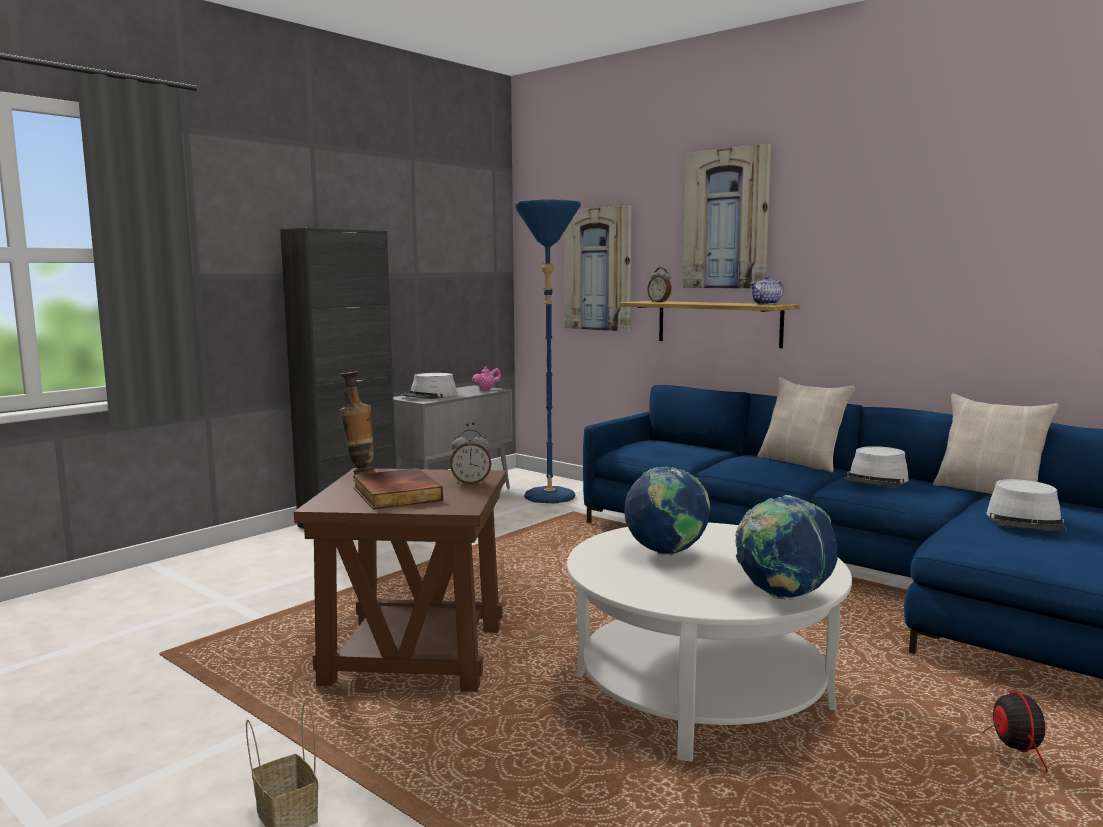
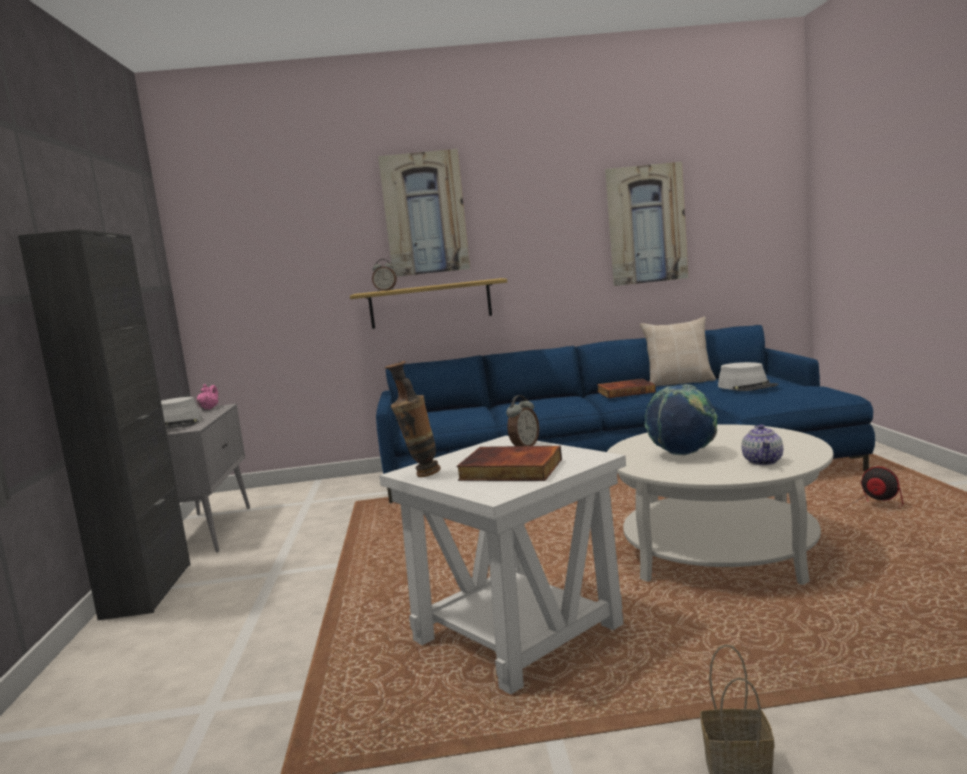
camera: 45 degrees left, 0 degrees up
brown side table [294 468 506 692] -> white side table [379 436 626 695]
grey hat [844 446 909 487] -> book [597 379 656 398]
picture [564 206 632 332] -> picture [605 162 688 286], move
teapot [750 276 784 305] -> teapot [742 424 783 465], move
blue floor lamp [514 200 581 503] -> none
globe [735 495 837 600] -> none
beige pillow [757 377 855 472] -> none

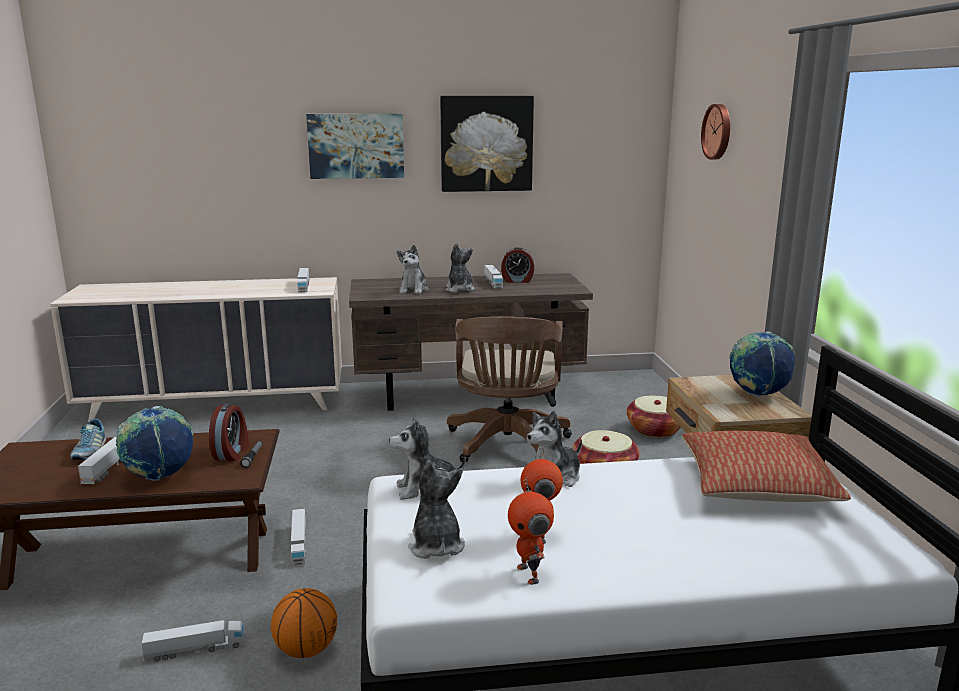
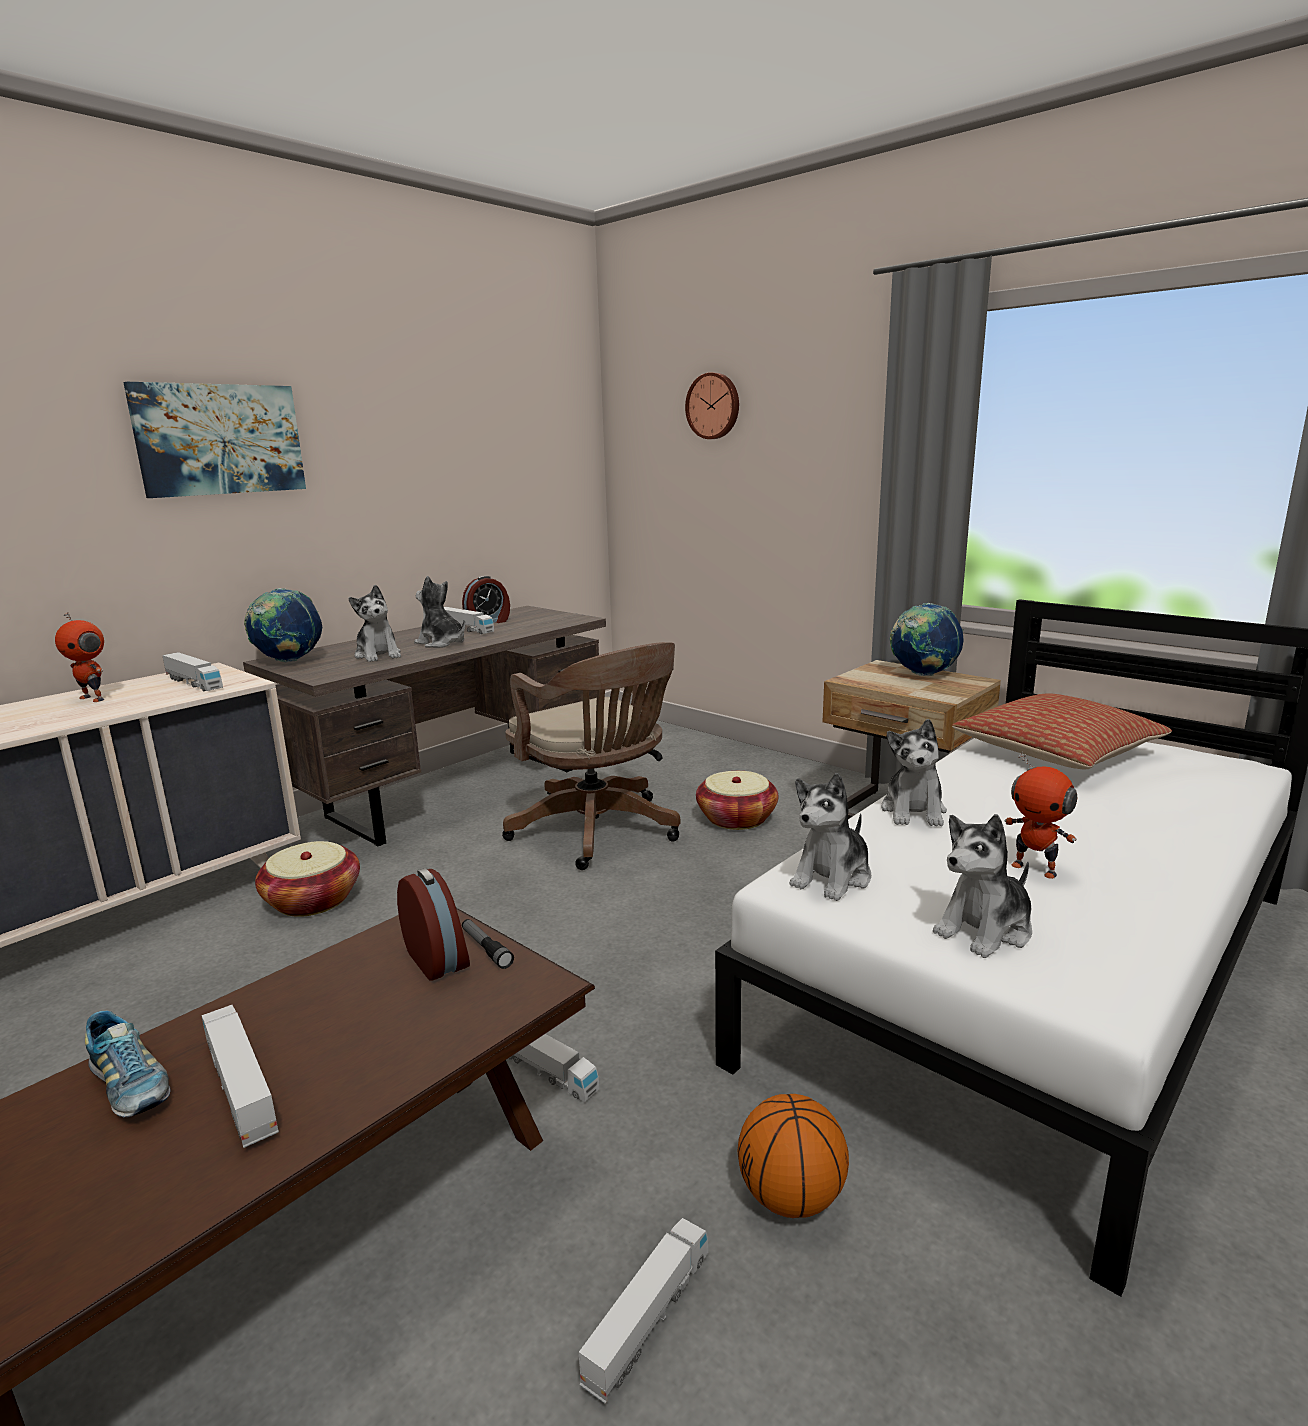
camera: 40 degrees left, 0 degrees up
toy robot [508 477 554 585] -> toy robot [55 612 104 702], move
globe [116 406 193 481] -> globe [244 588 322 662], move
basket [627 396 681 438] -> basket [255 841 360 917], move
plush toy [408 460 465 559] -> plush toy [933 814 1032 958], 75 degrees counterclockwise
picture [440 96 534 192] -> none

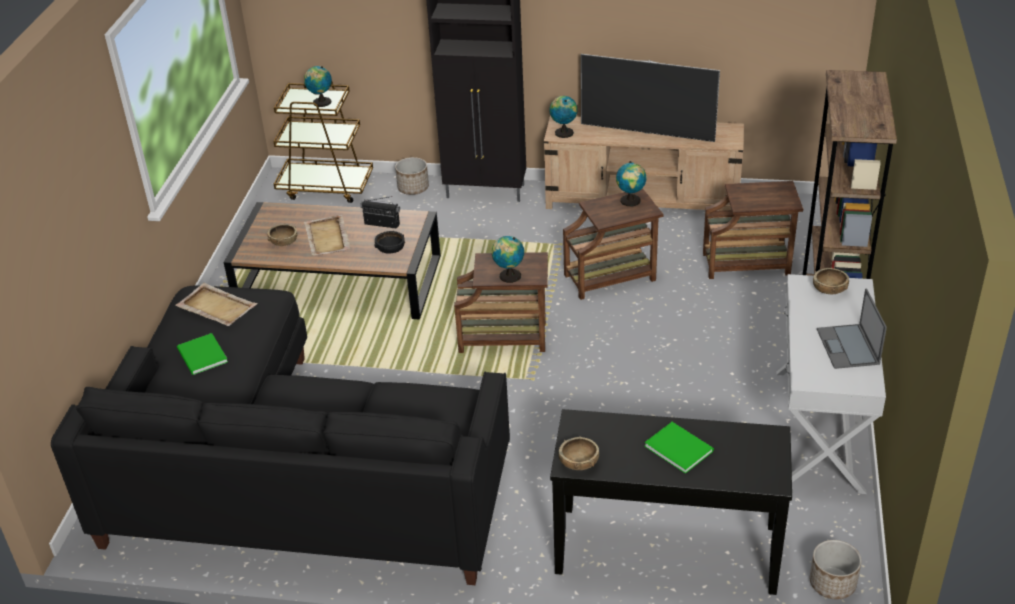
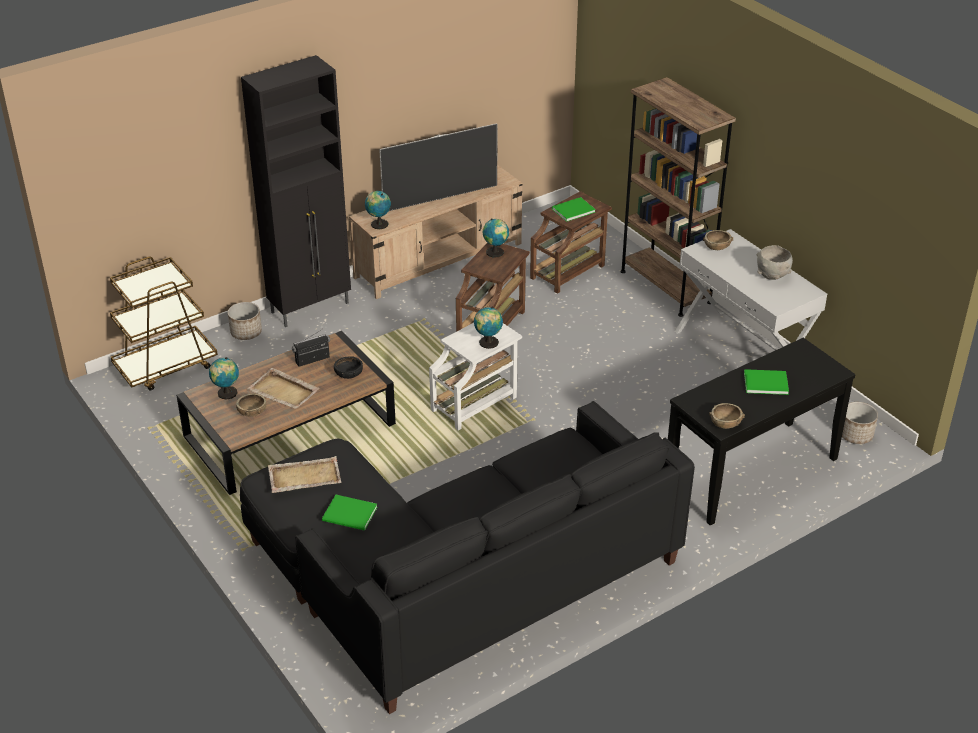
camera: 45 degrees left, 0 degrees up
globe [304 66 332 107] -> globe [209 357 239 399], move
brown side table [454 252 548 353] -> white side table [429 323 522 431]
none -> green book [552 197 596 222]
laptop [817 288 887 369] -> grey bowl [756 245 793 280]

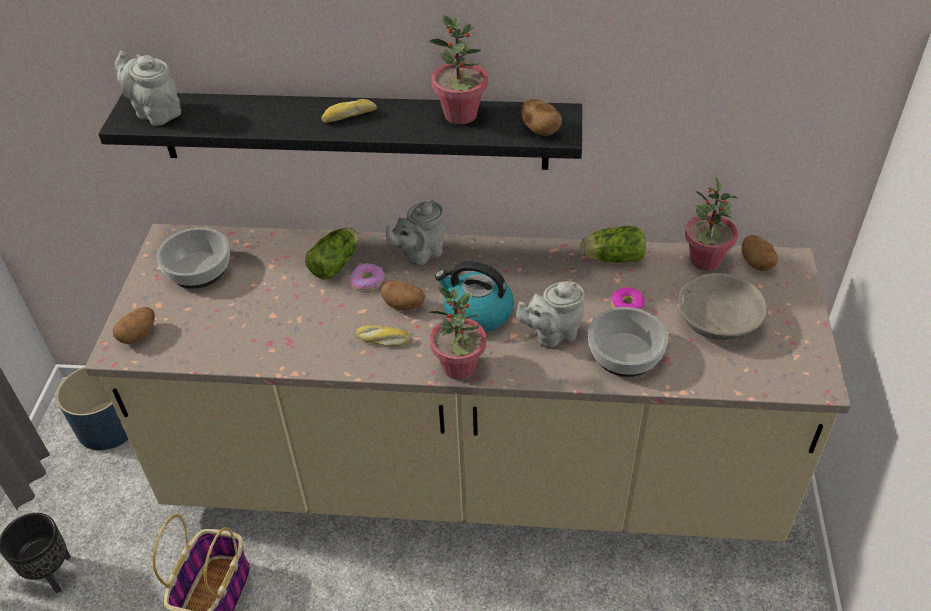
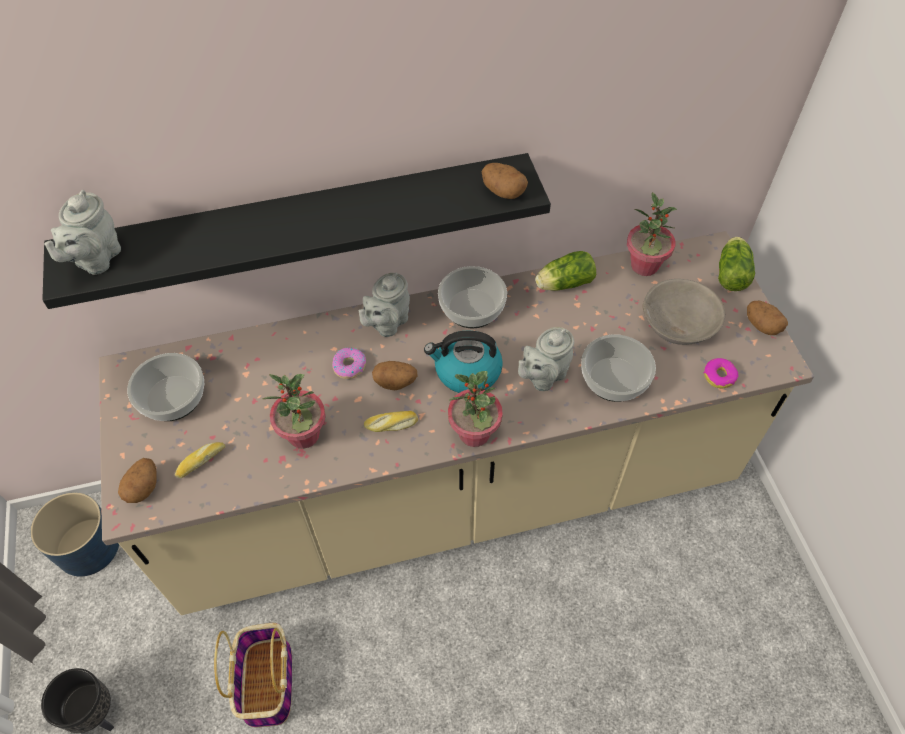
camera: 20 degrees left, 10 degrees up
grey teapot [115 51 181 126] -> grey teapot [44 190 121 275], 90 degrees counterclockwise
bread [321 99 377 123] -> bread [175 442 225 478], move
potted plant [429 15 488 124] -> potted plant [262 374 326 449], move
none -> bowl [438 266 507 329]
donut [611 287 645 310] -> donut [704 358 738 388], move
lettuce [305 227 358 279] -> lettuce [718 237 755 291], move
potato [742 235 778 271] -> potato [747 301 788 335], move

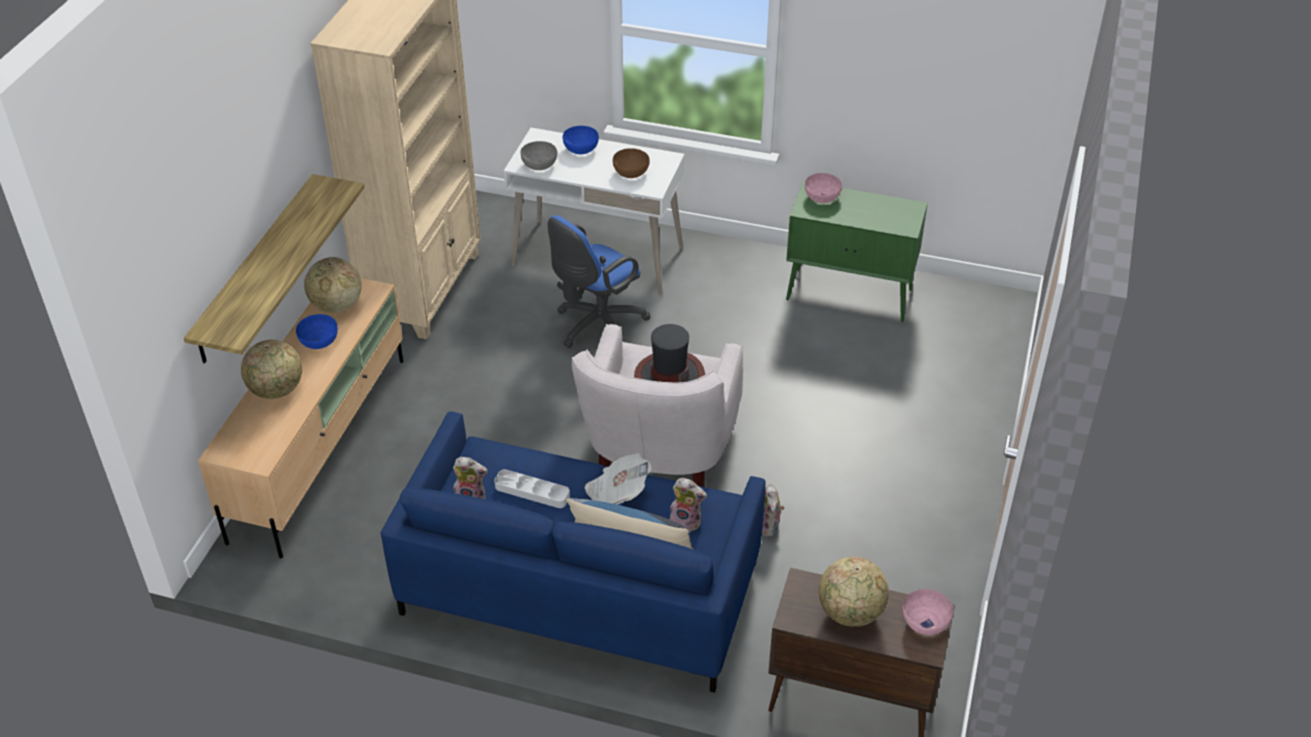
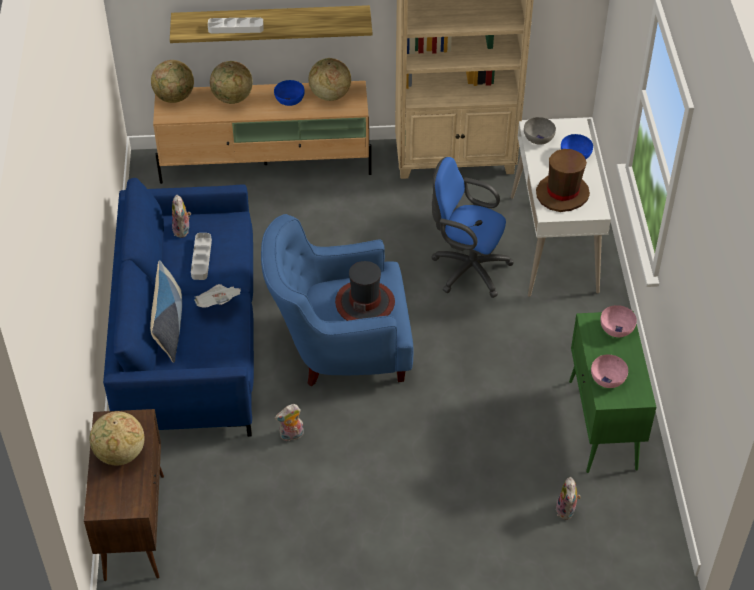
camera: 70 degrees right, 5 degrees up
none -> globe [151 60 194 103]
none -> white tray [208 17 264 33]
white armchair [572 324 743 487] -> blue armchair [261 214 413 386]
brown bowl [613 148 649 178] -> brown hat [536 149 590 212]
plush toy [670 478 707 533] -> plush toy [556 477 581 520], move
pink bowl [903 589 953 635] -> pink bowl [591 354 628 388], move

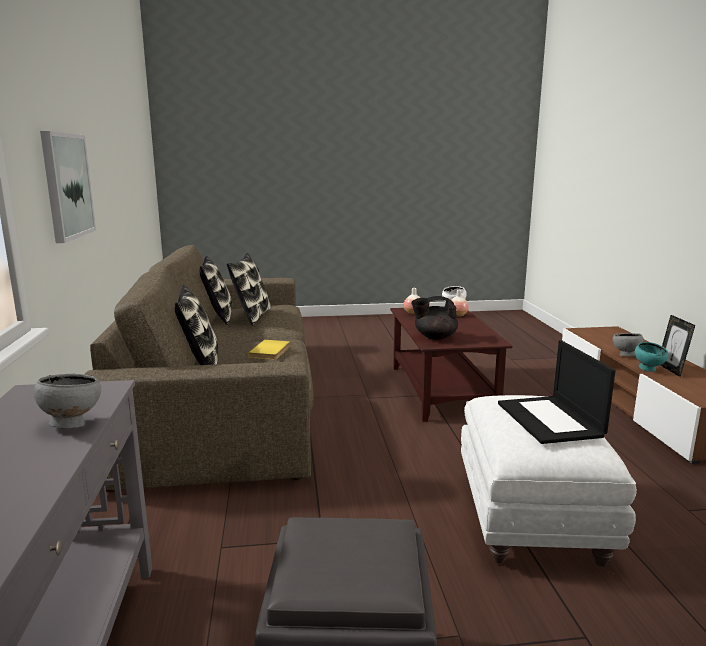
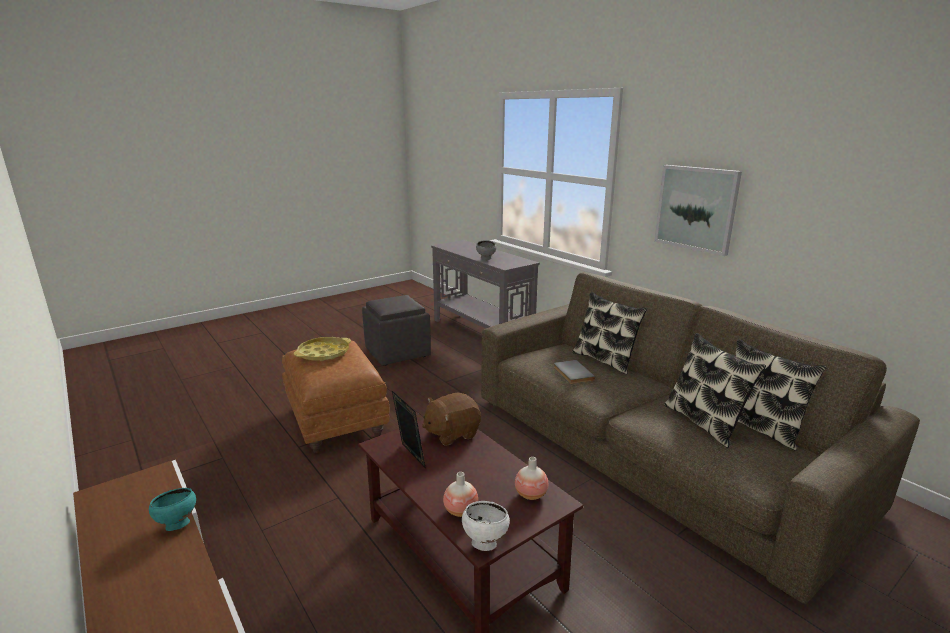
camera: 150 degrees right, 5 degrees up
white ottoman [461 395 637 567] -> brown ottoman [282 341 390 453]
laptop [498 340 615 444] -> yellow tray [294 337 351 361]
picture frame [660 315 695 377] -> picture frame [392 391 425 467], move
black teapot [411 296 458 340] -> brown plush toy [422 392 481 446]
yellow book [248 340 290 360] -> grey book [554 360 595 384]
grey bowl [612 333 644 356] -> none

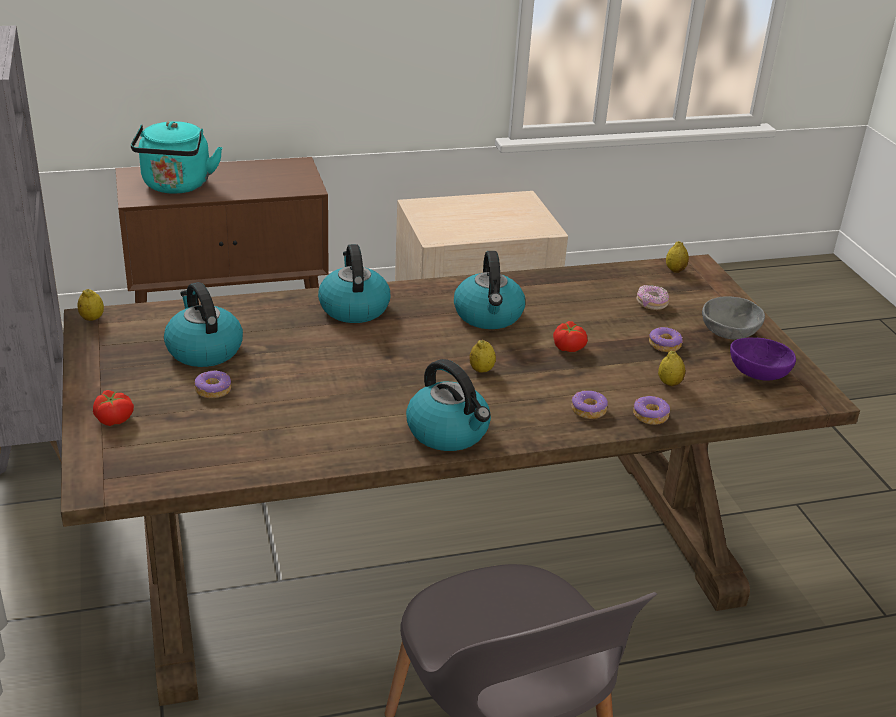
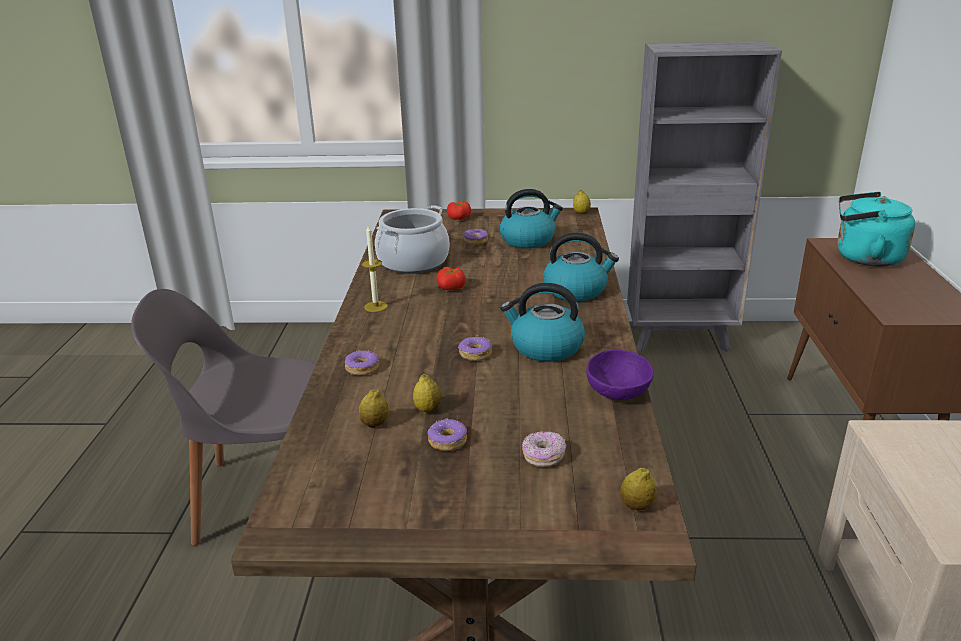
camera: 110 degrees right, 5 degrees down
kettle [406 359 491 451] -> candle [362 226 388 312]
none -> cooking pot [375 205 449 274]
lemon [470 340 496 373] -> lemon [413 374 441 413], move
tomato [553 321 588 352] -> tomato [437 267 466 290], move
donut [633 396 670 425] -> donut [458 336 492 361], move
purple bowl [730 338 796 381] -> purple bowl [586 350 654 400], move
grey bowl [702 296 765 340] -> none

